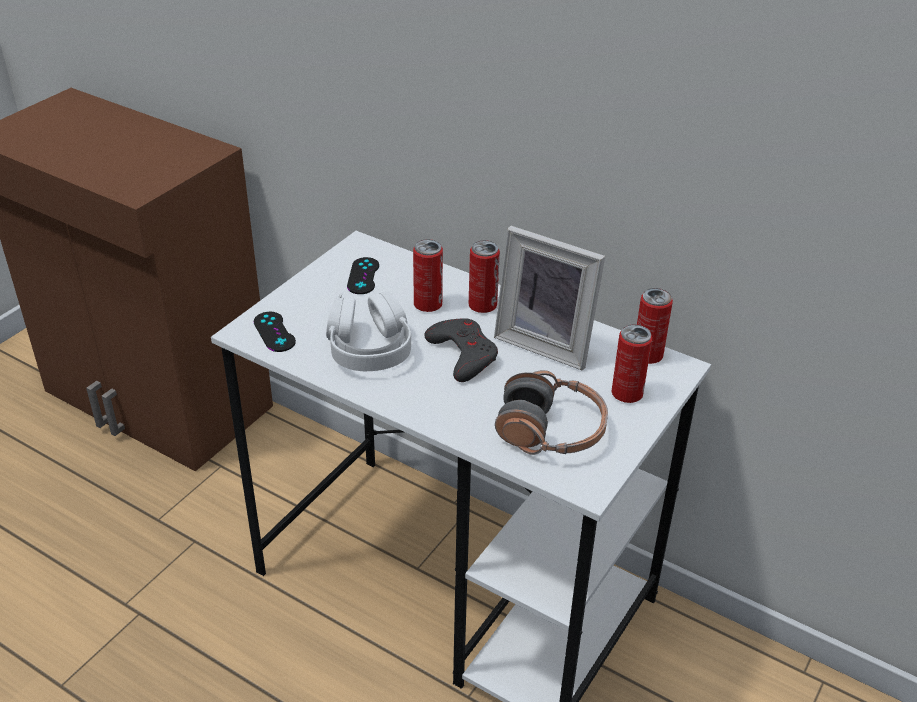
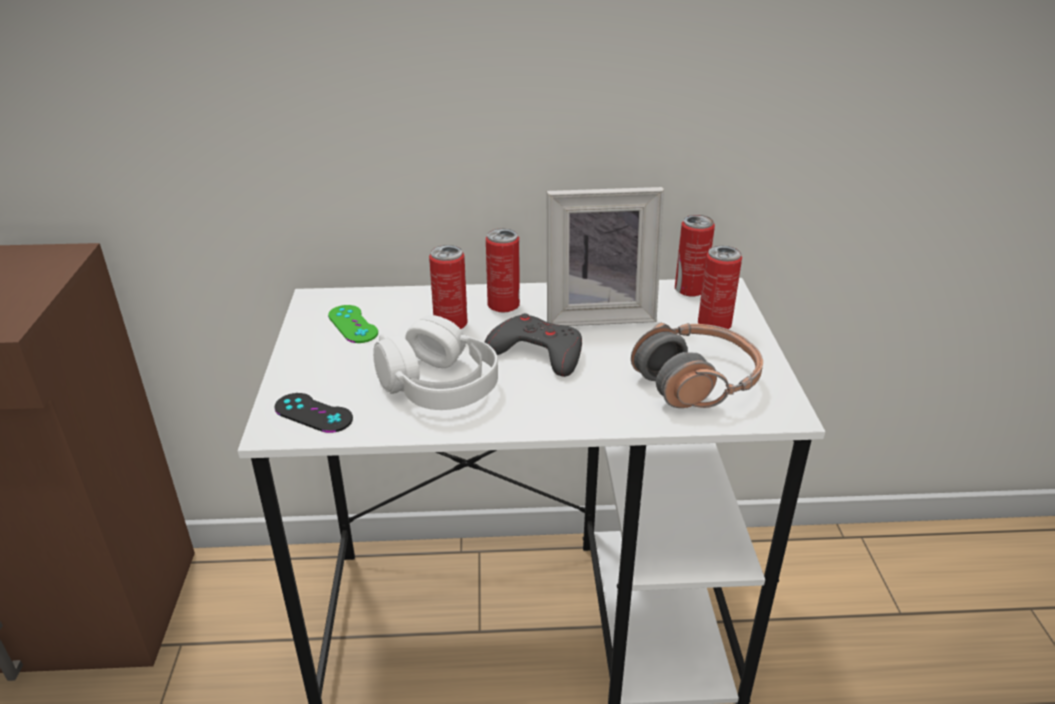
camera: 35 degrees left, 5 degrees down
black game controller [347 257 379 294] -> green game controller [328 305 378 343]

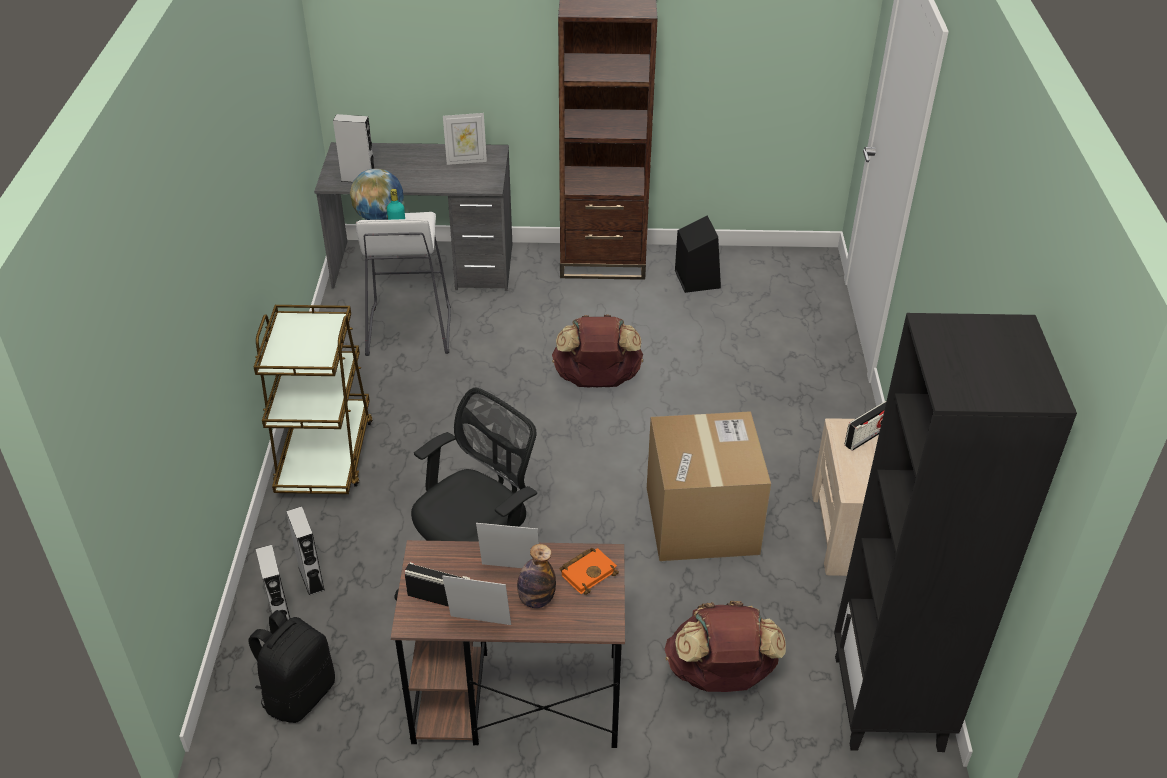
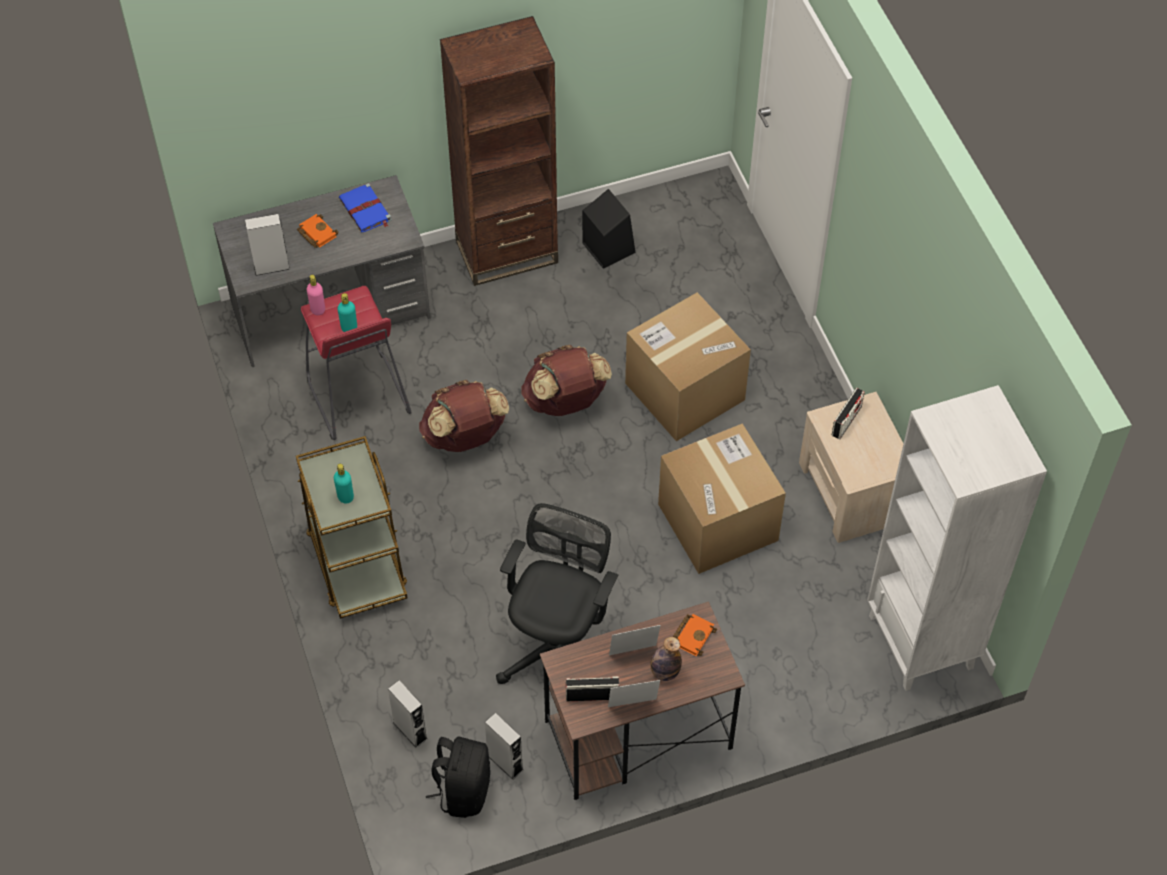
camera: 20 degrees left, 15 degrees up
none -> orange book [297 214 339 248]
white stool [356 212 451 356] -> red stool [301 286 412 440]
globe [350 169 404 220] -> pink bottle [307 275 325 315]
none -> turquoise bottle [334 464 354 503]
picture frame [443 113 487 165] -> blue book [339 183 392 232]
brown backpack [665 601 786 692] -> brown backpack [419 380 510 452], move
grey speaker [286 506 325 596] -> grey speaker [485 713 523 779], move
none -> cardboard box [625 292 751 441]
black bookcase [834 313 1077 752] -> white bookcase [867 385 1047 691]

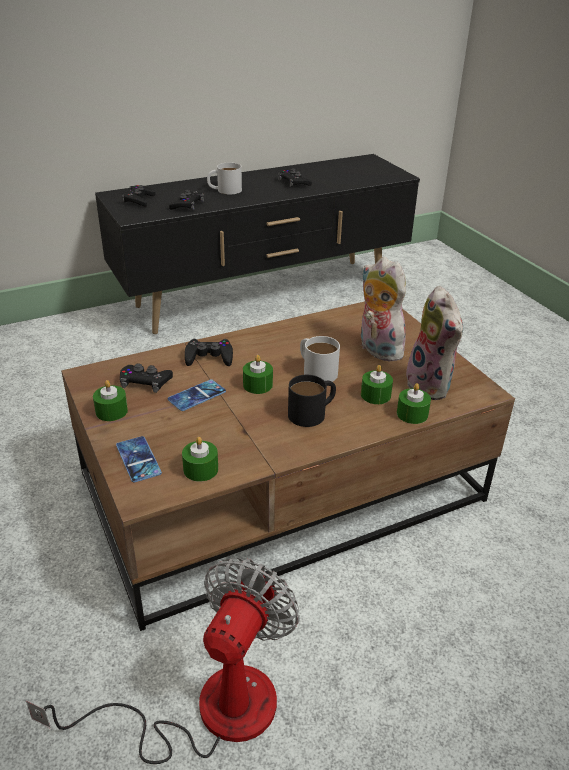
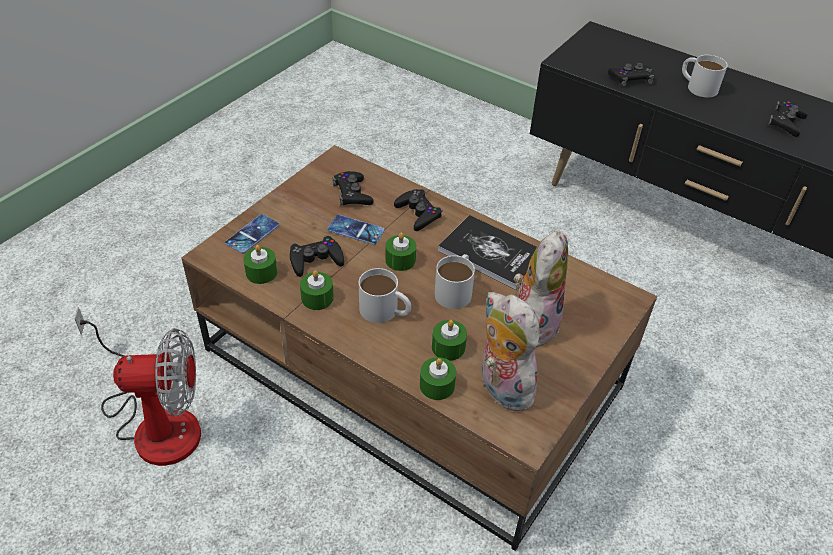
camera: 60 degrees right, 10 degrees up
black game controller [122 185 155 207] -> black game controller [290 235 344 277], move
green candle [93 380 128 421] -> green candle [300 270 334 310], move
black mug [288 375 336 427] -> white mug [359 268 411 323]
none -> book [438 215 536 289]
plush toy [402 286 463 400] -> plush toy [480 292 541 411], 105 degrees clockwise

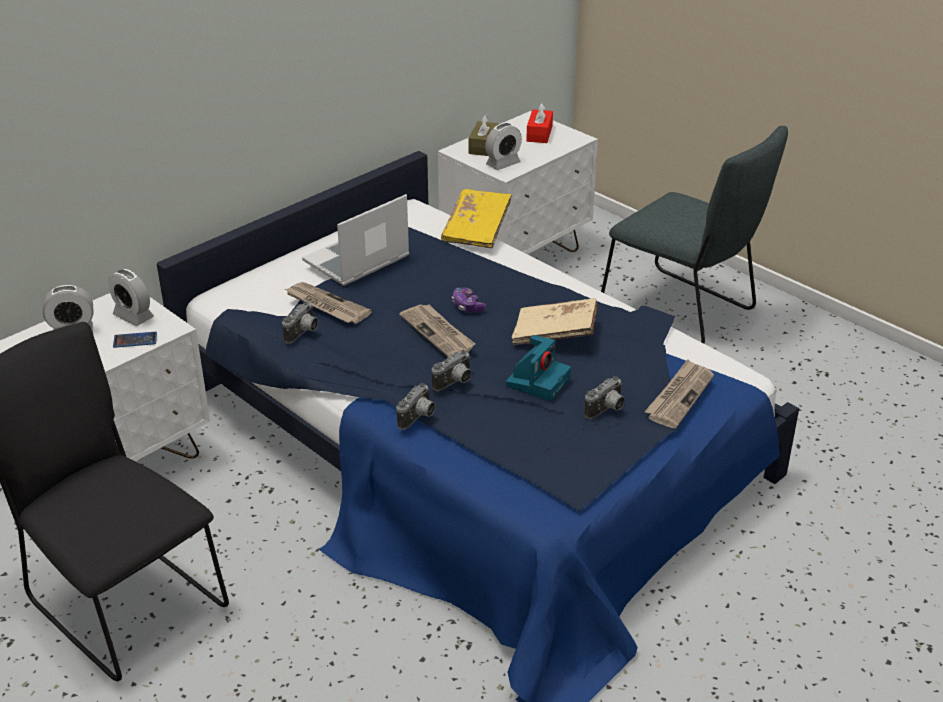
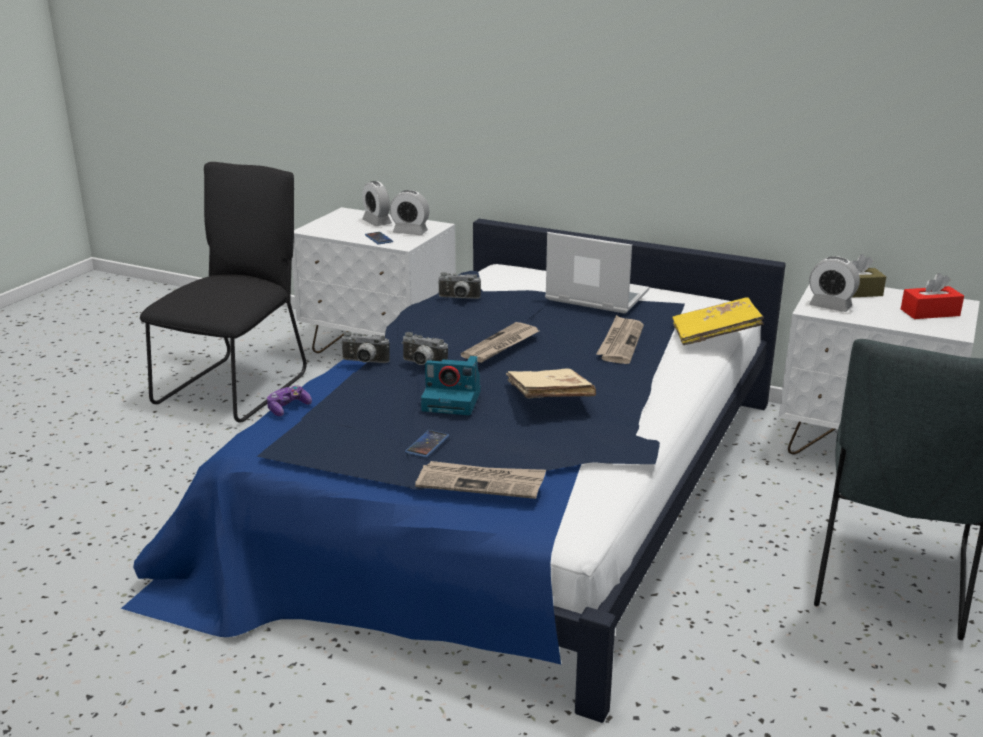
camera: 70 degrees right, 10 degrees down
game controller [452 287 486 312] -> game controller [267 386 312 416], move
alarm clock [108 269 154 326] -> alarm clock [390 190 430 235], 90 degrees counterclockwise
photo camera [584 376 625 419] -> phone [405 430 450 458]
newspaper [284 282 372 324] -> newspaper [596 315 644 364], move

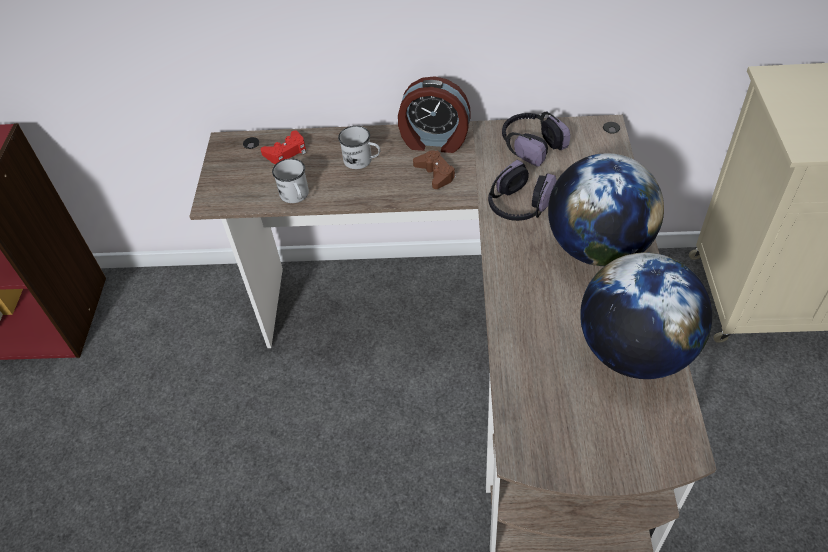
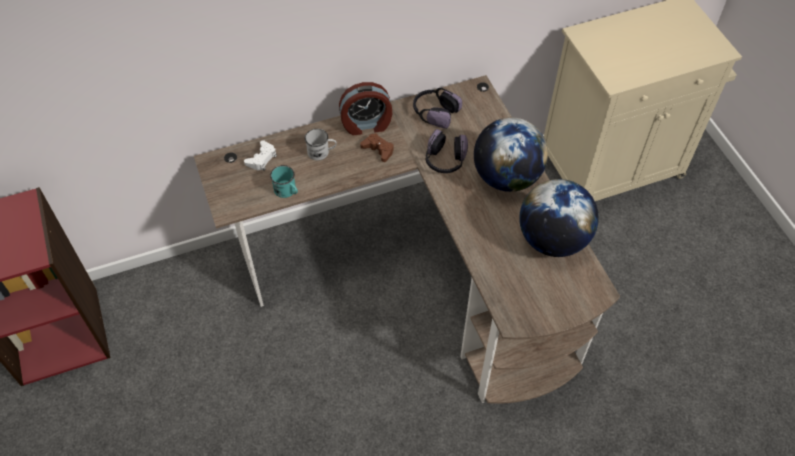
camera: 25 degrees left, 5 degrees up
red game controller [261 130 306 164] -> white game controller [244 140 277 171]
white mug [272 158 309 203] -> turquoise mug [270 165 298 198]

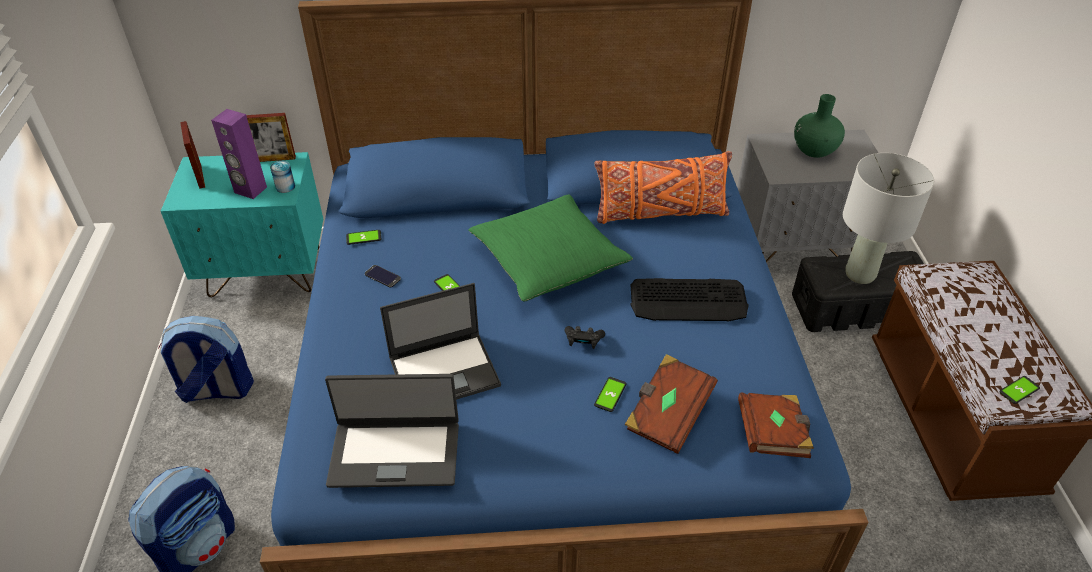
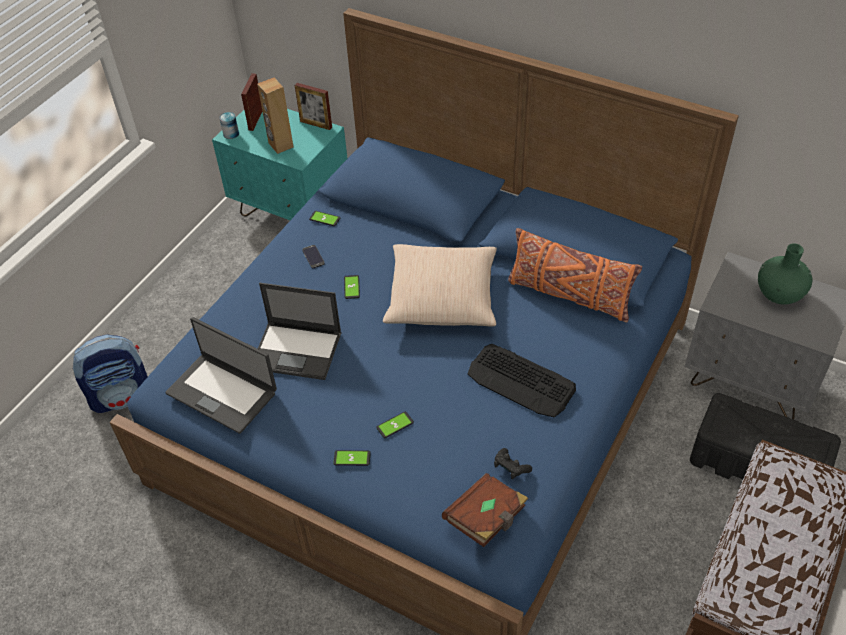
camera: 35 degrees right, 5 degrees up
can [270 161 295 193] -> can [219 112 239 139], move
purple speaker [211 109 267 199] -> brown speaker [257 77 294 154]
phone [1000 376 1040 404] -> phone [333 450 371 466], move
green pillow [468 194 633 302] -> beige pillow [383 244 497 326]
black game controller [565 326 605 349] -> black game controller [494 448 532 479], move
backpack [158 316 254 403] -> none
brown book [624 354 718 454] -> none
grey table lamp [843 153 934 284] -> none

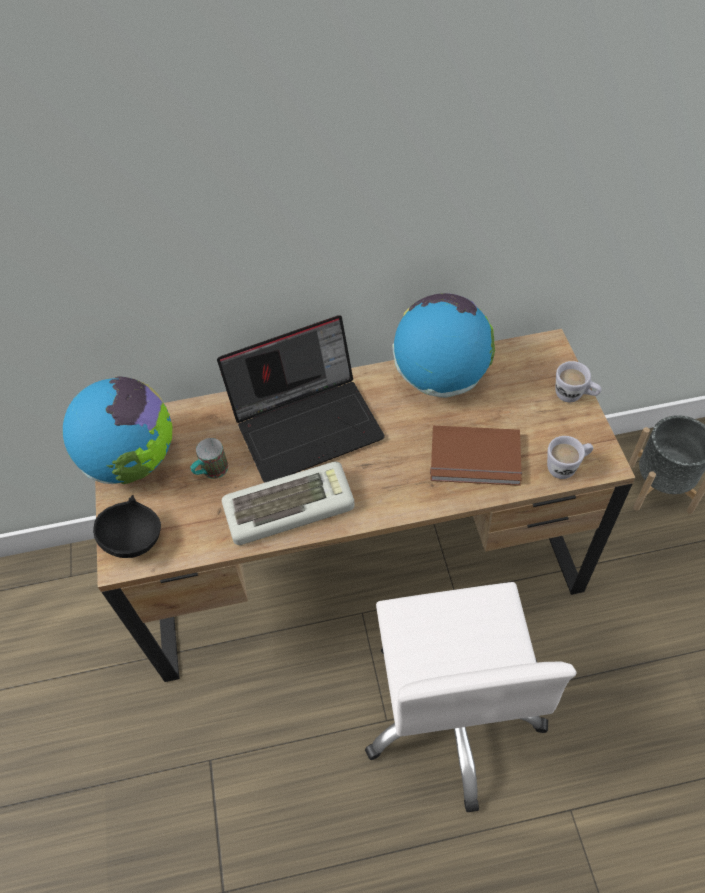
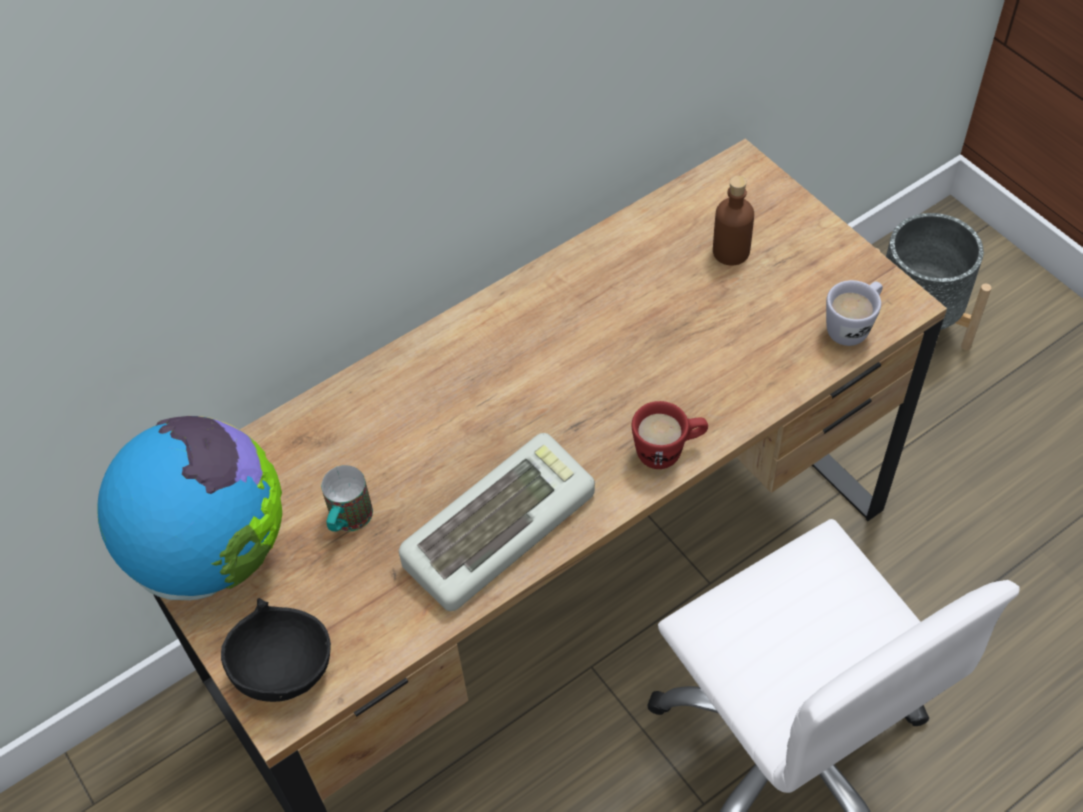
camera: 25 degrees left, 0 degrees up
none -> red mug [632 401 708 469]
none -> brown bottle [713 176 754 265]
laptop [217 315 385 483] -> none
globe [392 293 495 397] -> none
brown book [430 426 522 486] -> none
white mug [555 361 601 402] -> none

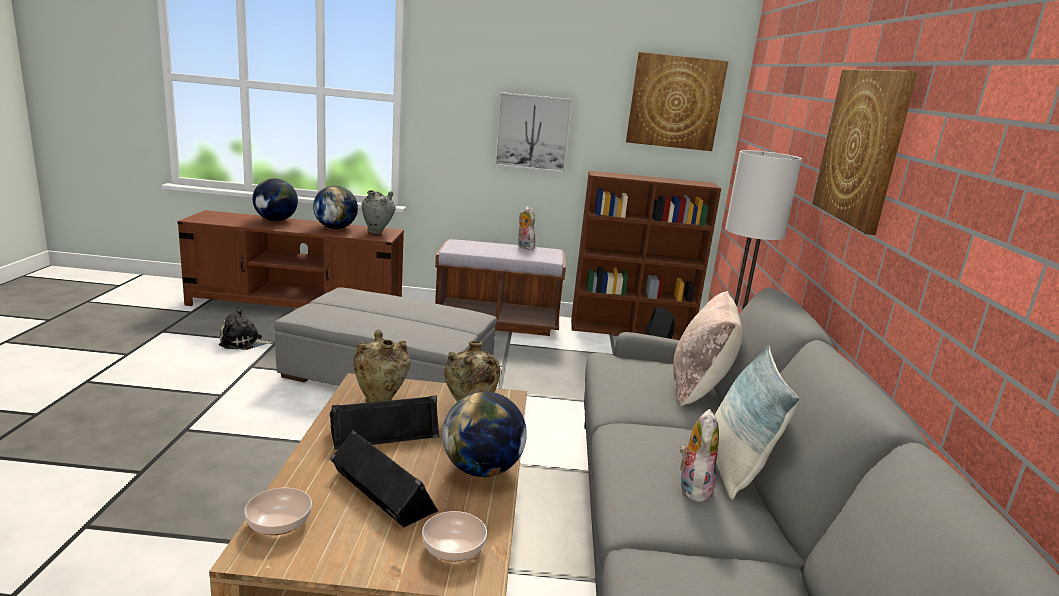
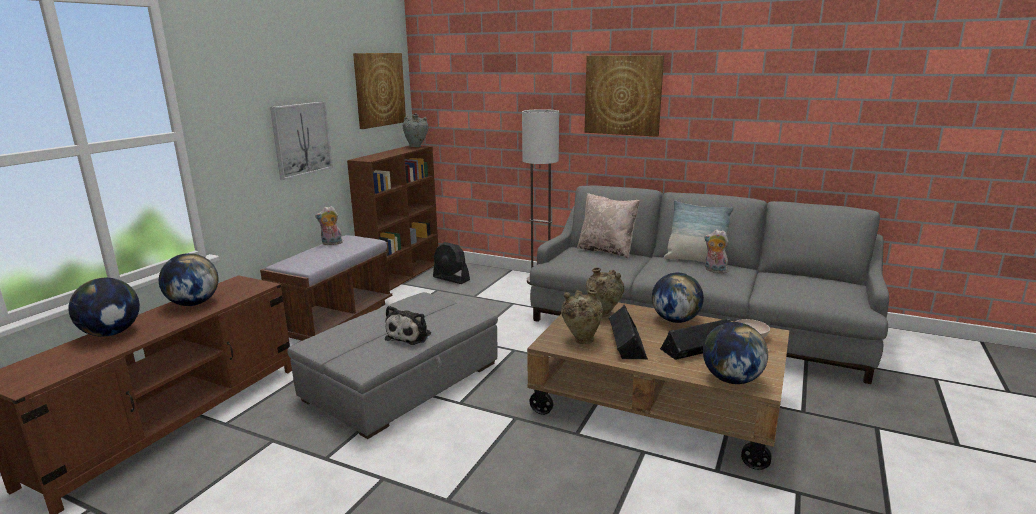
camera: 65 degrees left, 0 degrees up
plush toy [219 307 274 350] -> plush toy [385 306 431 345], move
grey vase [362 190 396 234] -> grey vase [402 113 428 147], move
bowl [244 488 312 535] -> globe [703 322 768 384]

